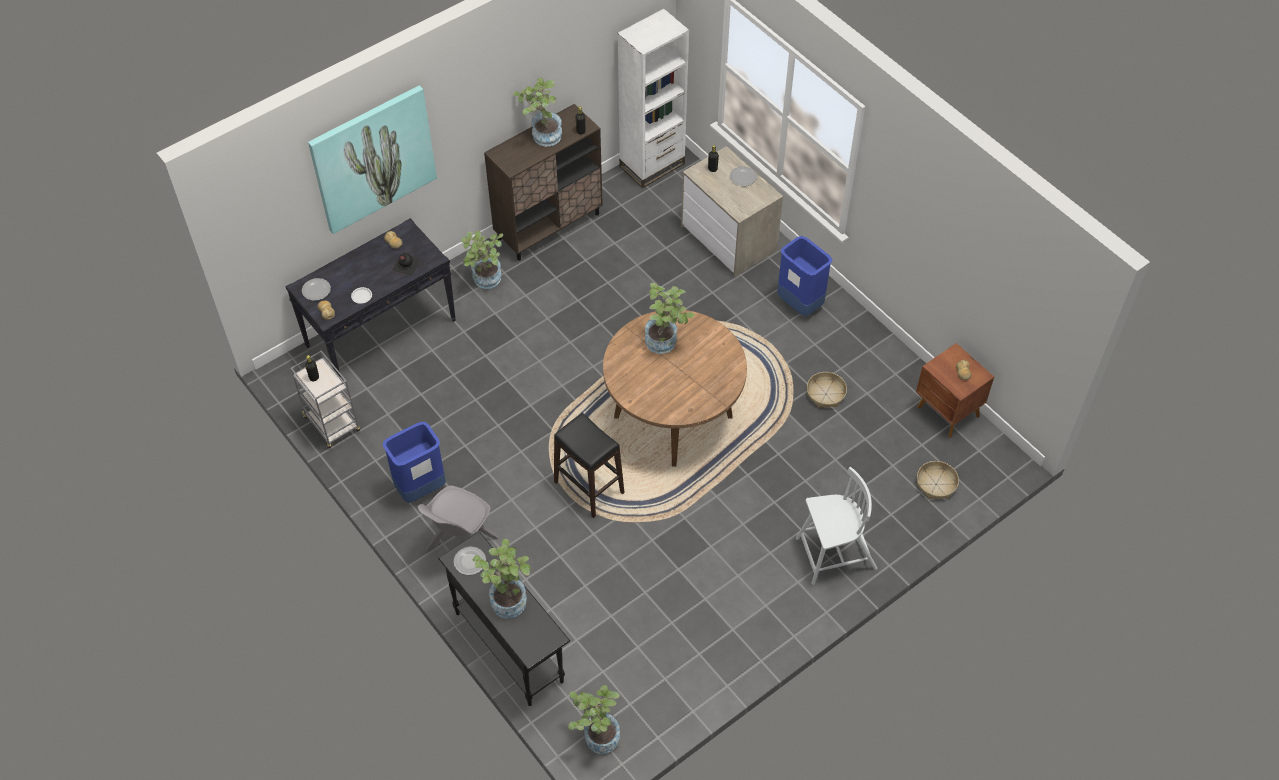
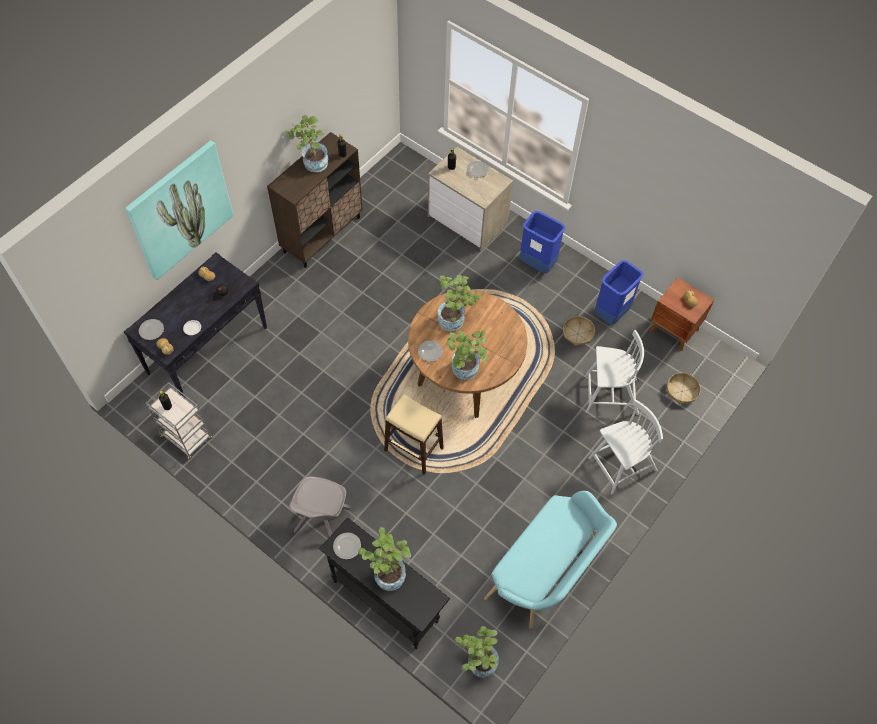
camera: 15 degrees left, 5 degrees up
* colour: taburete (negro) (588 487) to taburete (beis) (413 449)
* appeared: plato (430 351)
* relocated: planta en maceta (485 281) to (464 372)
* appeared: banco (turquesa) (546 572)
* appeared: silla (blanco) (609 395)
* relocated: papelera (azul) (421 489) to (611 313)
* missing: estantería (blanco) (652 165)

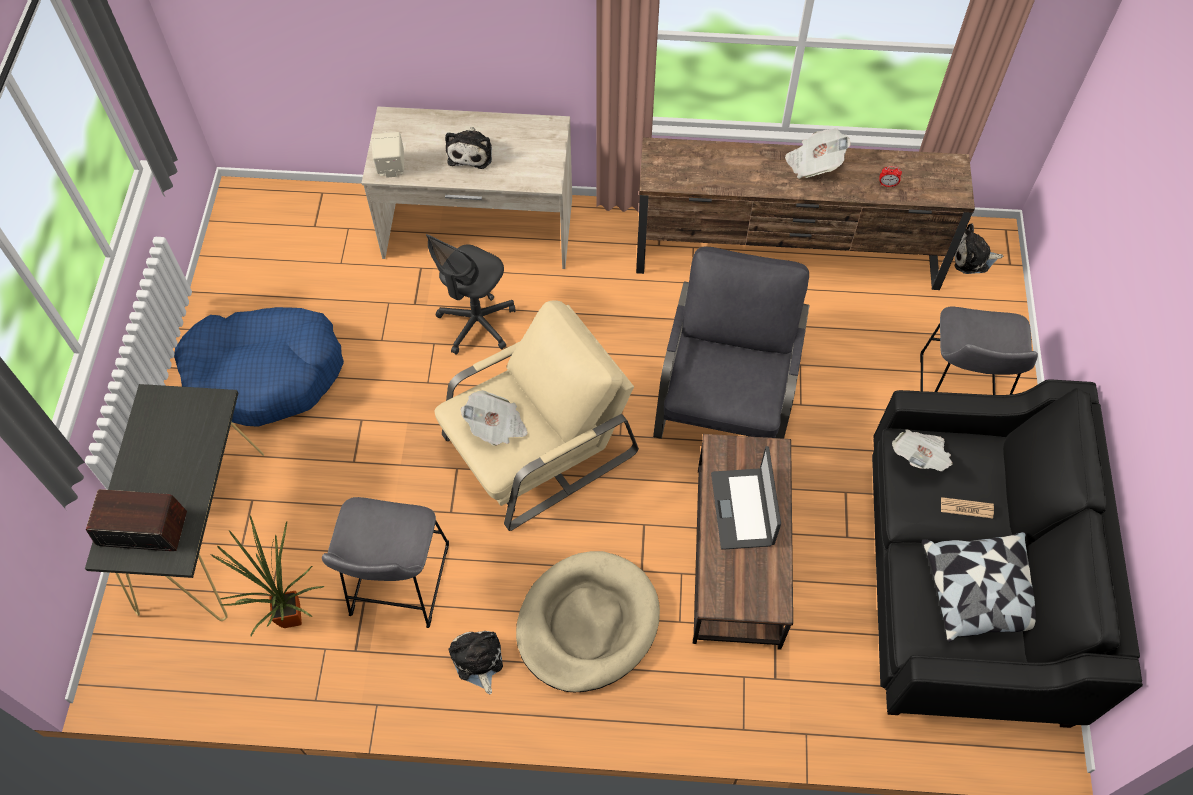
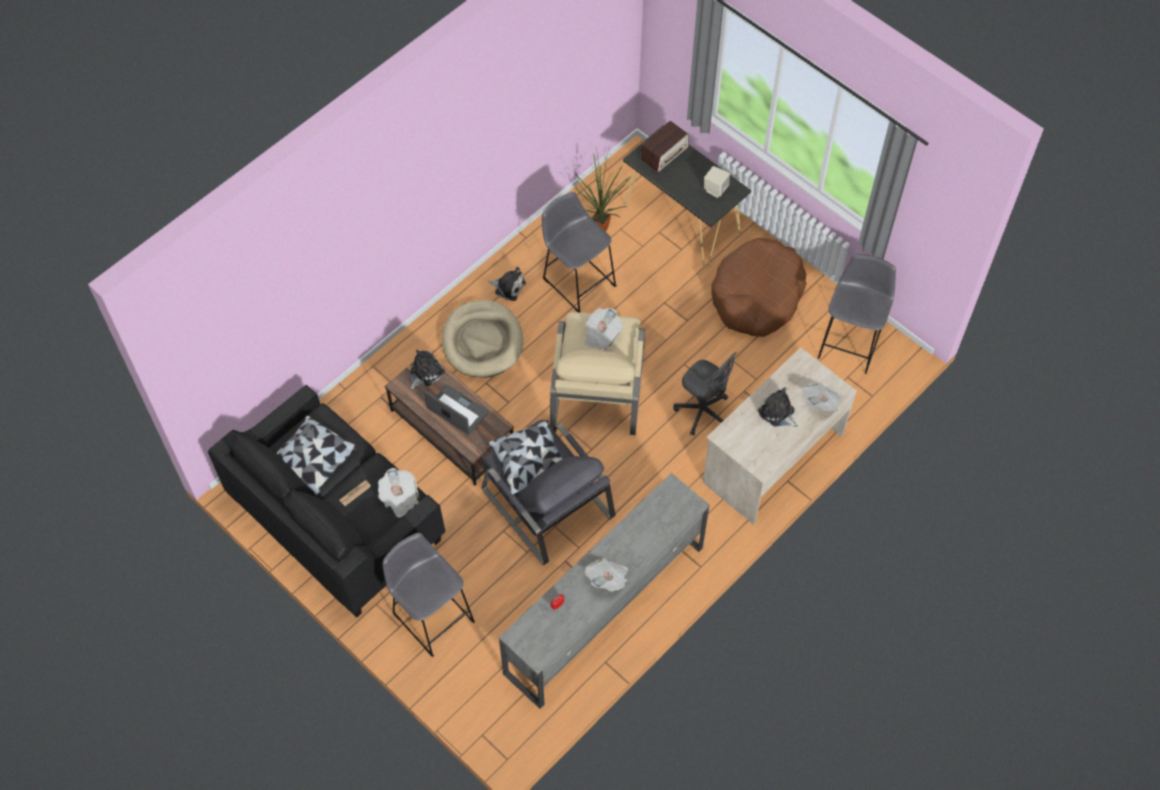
camera: 130 degrees right, 0 degrees up
* relocated: peluche (973 258) to (425 372)
* appeared: cojín (530 463)
* colour: mueble de televisión (marrón) (788 256) to mueble de televisión (gris) (603 610)
* spun: silla de oficina (gris) (476 324) = (702 411) 150 degrees clockwise
* relocated: altavoz (beis) (390 167) to (715 189)
* colour: cama para perro (azul) (265 373) to cama para perro (marrón) (757 296)
* appeared: periódico (822 402)
* appeared: taburete (gris) (851 341)

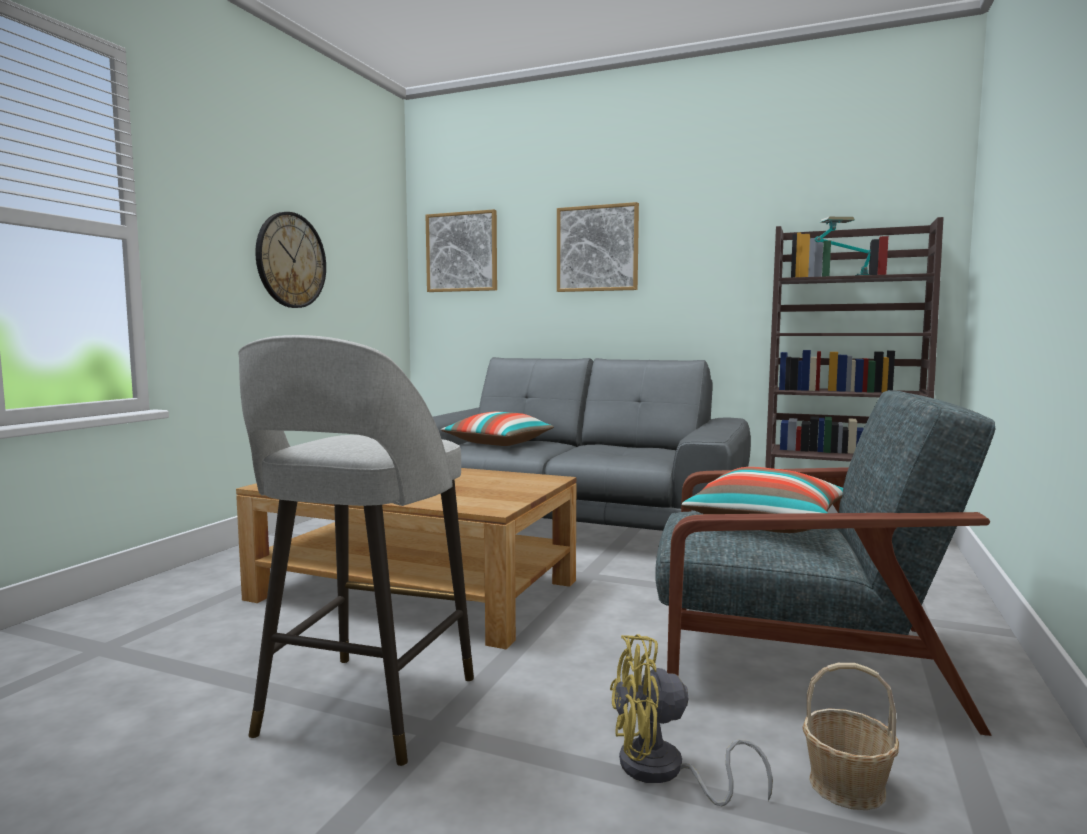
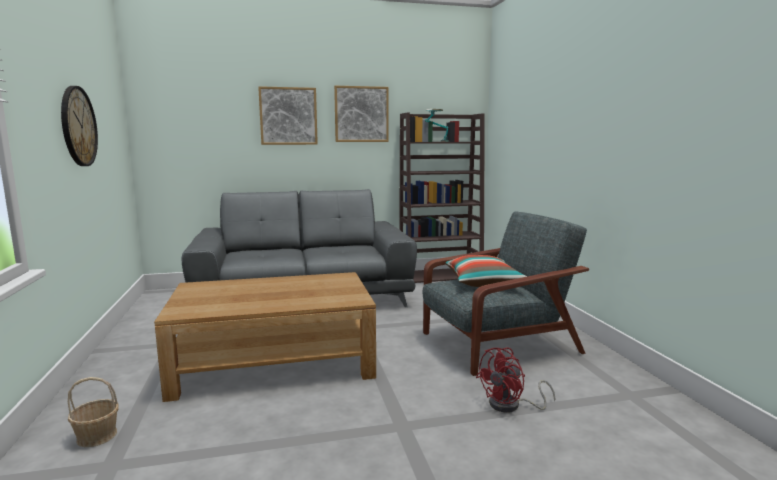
camera: 35 degrees left, 5 degrees up
* relocated: cesta (847 786) to (97 436)
* relocated: cuadro (462 252) to (361 114)
* colour: ventilador (amarillo) (663 772) to ventilador (rojo) (511 406)
* missing: taburete (gris) (365 709)
* missing: cojín (498 443)

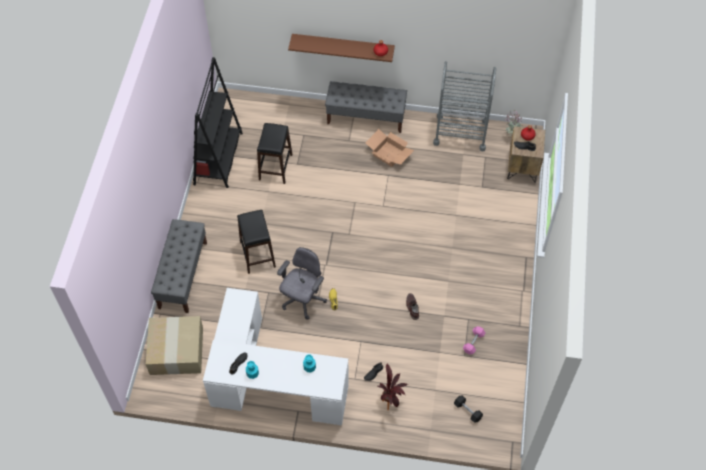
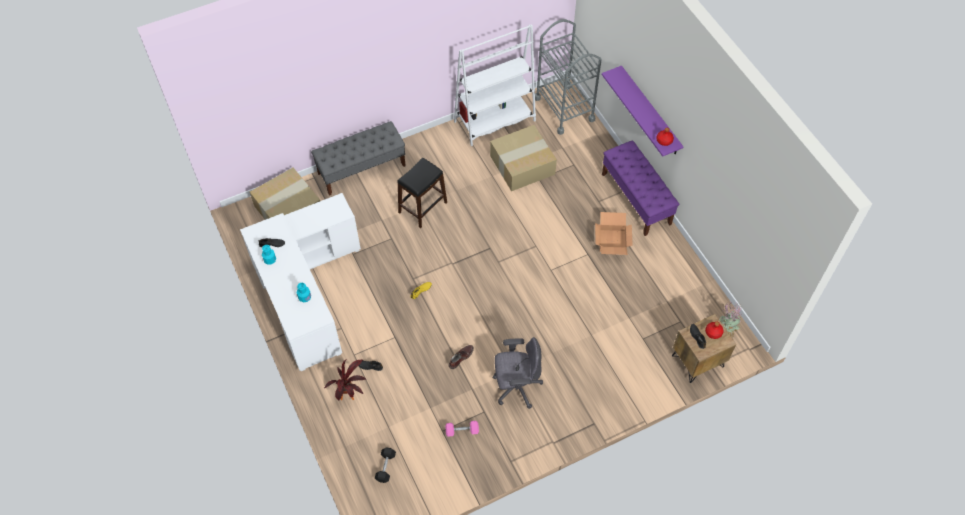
camera: 55 degrees right, 0 degrees up
* colour: estantería (negro) (218 158) to estantería (blanco) (495 121)
* exchanged: taburete (negro) (276 167) to caja de cartón (522 166)
* relocated: silla de oficina (gris) (303 300) to (516 387)
* relocated: carrito (gris) (460 132) to (564 109)
* colour: estante (marrón) (343 45) to estante (morado) (650 111)
* colour: banco (gris) (366 117) to banco (morado) (636 199)

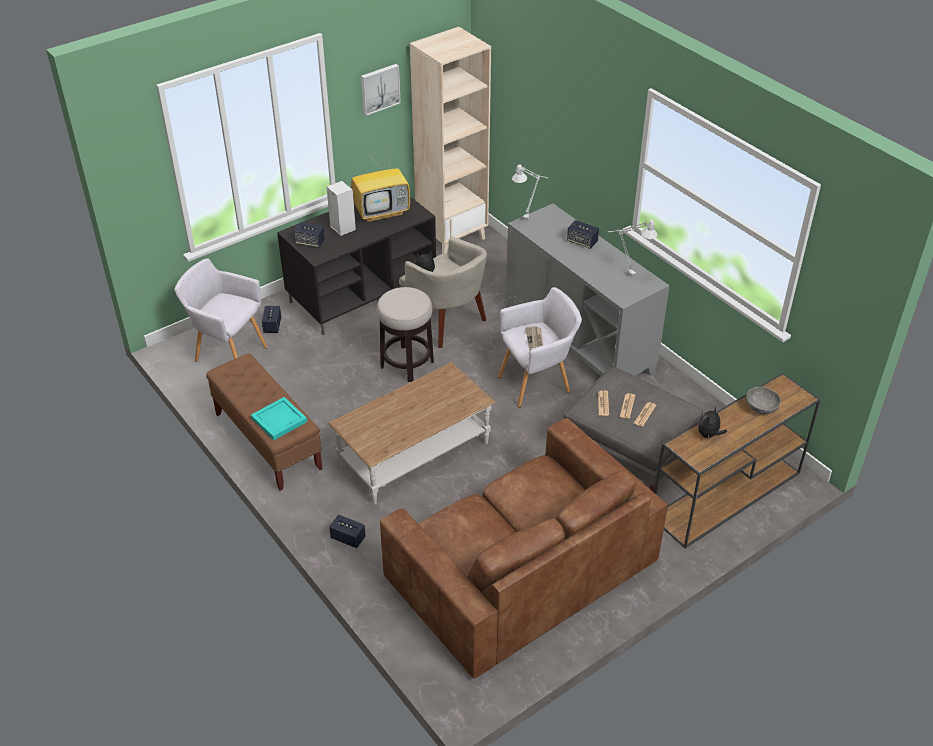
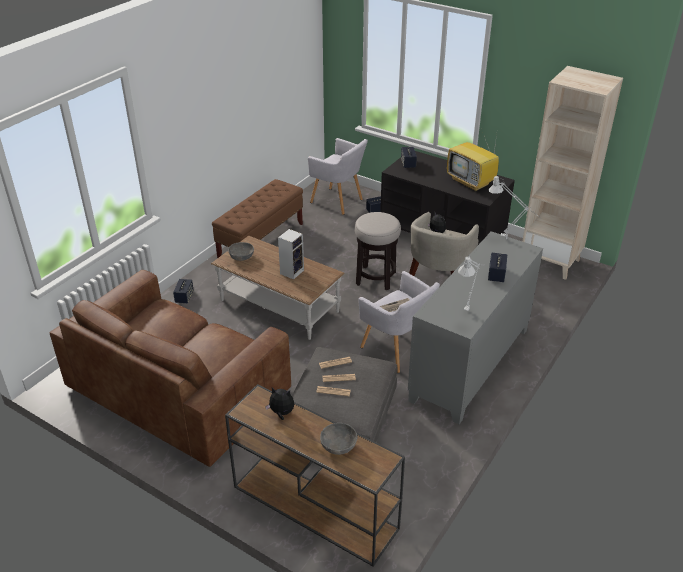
camera: 70 degrees right, 5 degrees down
* appeared: cuenco (gris) (241 257)
* relocated: altavoz (342 228) to (292 271)
* spun: sillón (gris) (228 352) = (338 202) 120 degrees clockwise
* missing: bandeja (turquesa) (278 420)
* missing: cuadro (379 88)

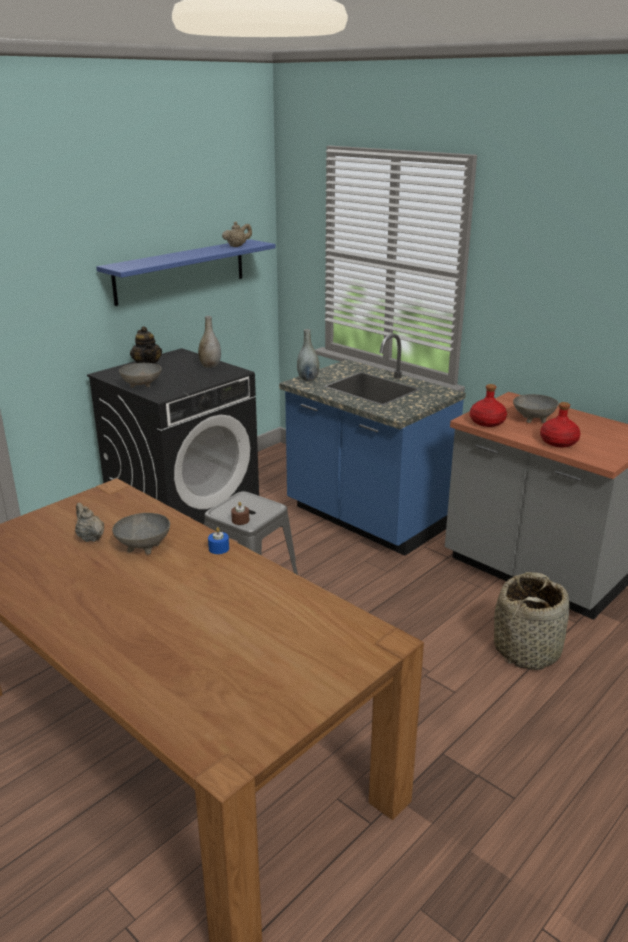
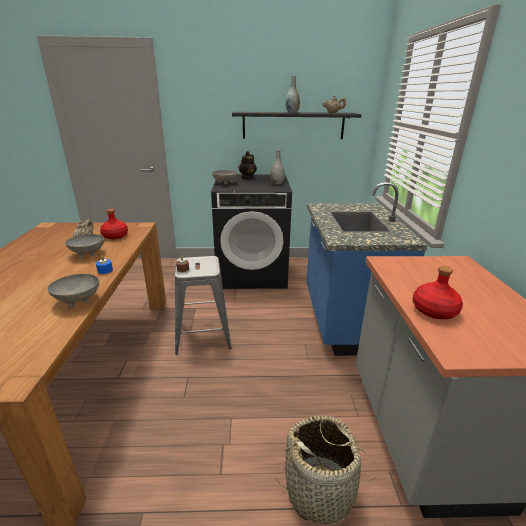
camera: 45 degrees right, 0 degrees up
* relocated: cuenco (gris) (533 419) to (79 300)
* relocated: botella (rojo) (487 422) to (115 236)
* colour: estante (azul) (180 271) to estante (negro) (293 125)
* relocated: florero (gris) (308 379) to (292 112)

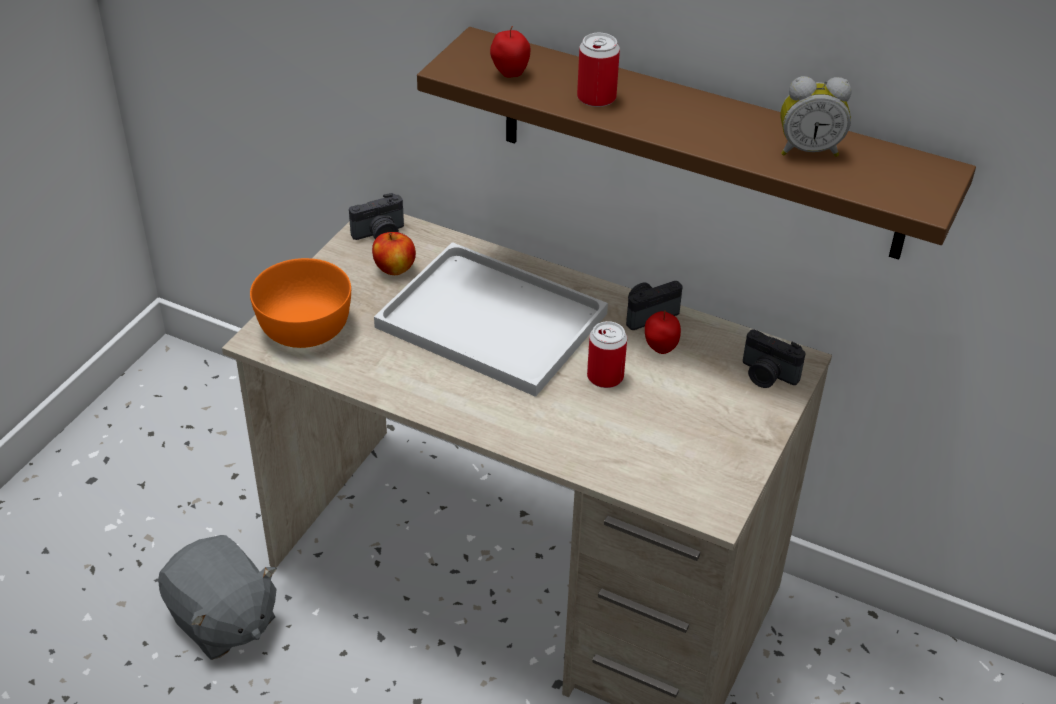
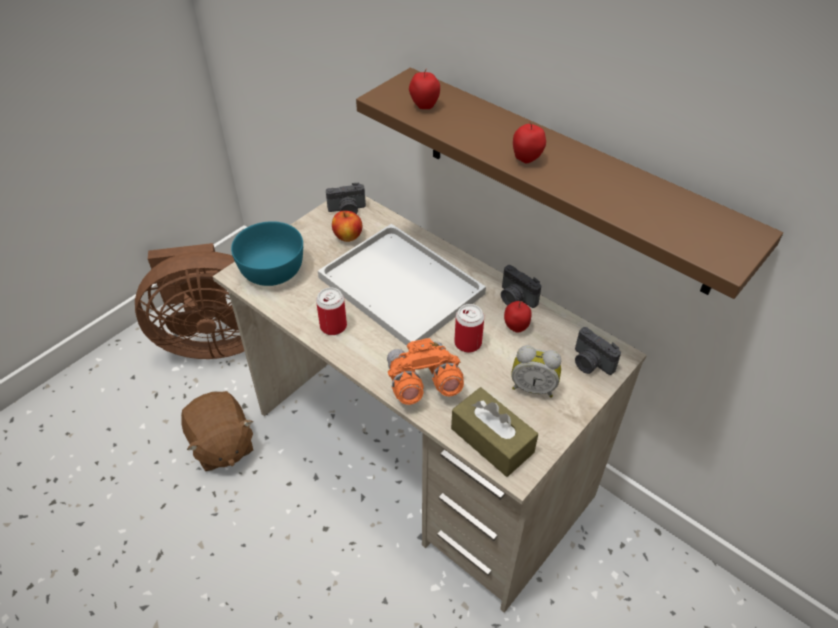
camera: 15 degrees right, 5 degrees up
* appeared: ventilador (marrón) (215 339)
* colour: peluche (gris) (222 620) to peluche (marrón) (221 445)
* colour: cuenco (naranja) (304 325) to cuenco (turquesa) (272 269)
* relocated: lata (596 98) to (333 326)
* appeared: prismáticos (naranja) (422 384)
* appeared: caja de pañuelos (marrón) (492 440)
* spun: cámara (648 313) = (515 298) 120 degrees counterclockwise
* relocated: despertador (808 150) to (533 387)
* appeared: manzana (526 160)

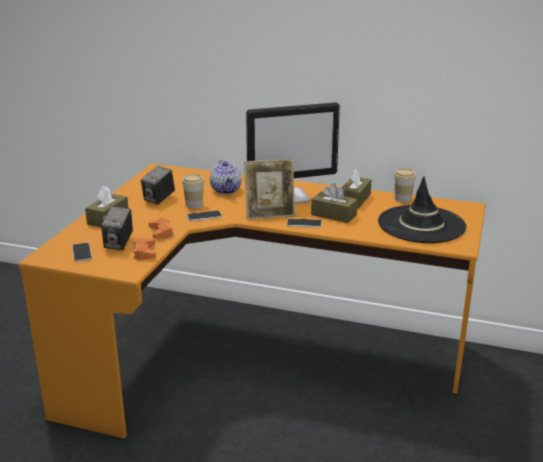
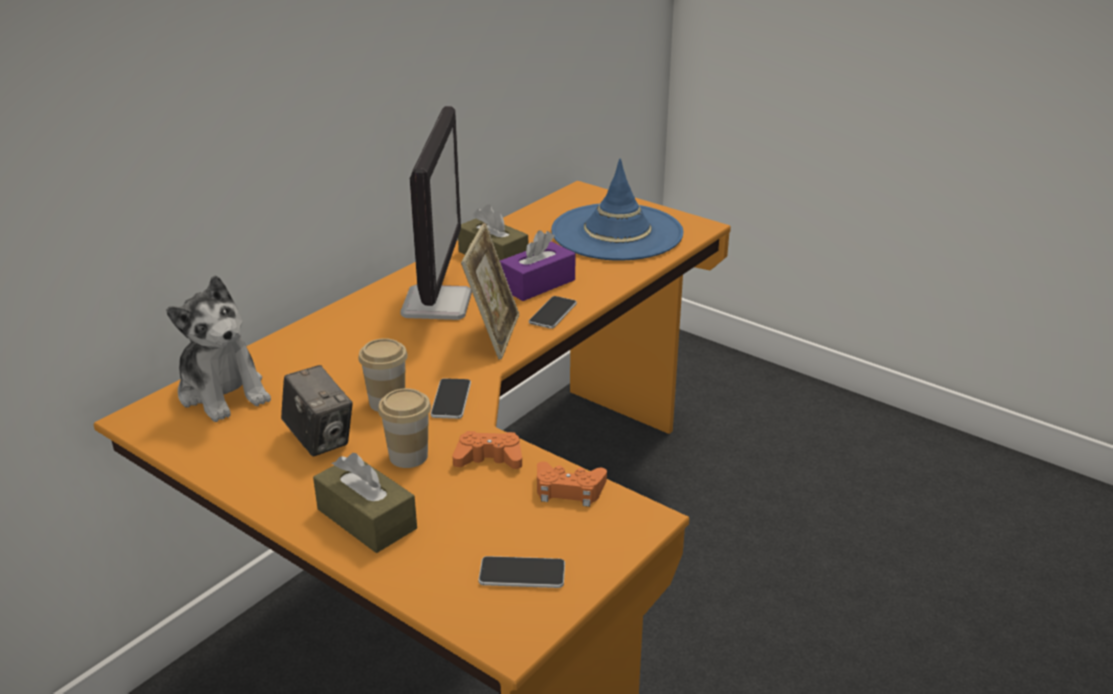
camera: 70 degrees left, 5 degrees up
* appeared: peluche (223 392)
* relocated: taza (403 199) to (408 456)
* colour: caja de pañuelos (marrón) (333 215) to caja de pañuelos (morado) (537 284)
* colour: sombrero (negro) (421 225) to sombrero (azul) (617 233)
* missing: cámara (119 244)
* missing: tetera (226 190)

